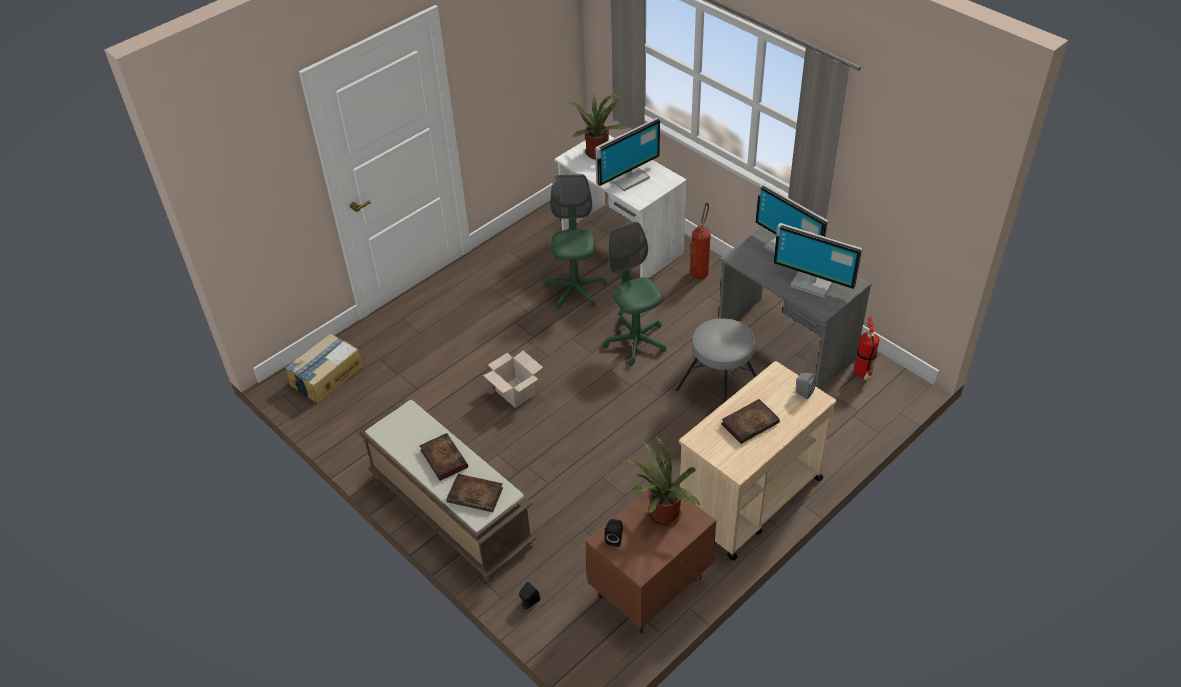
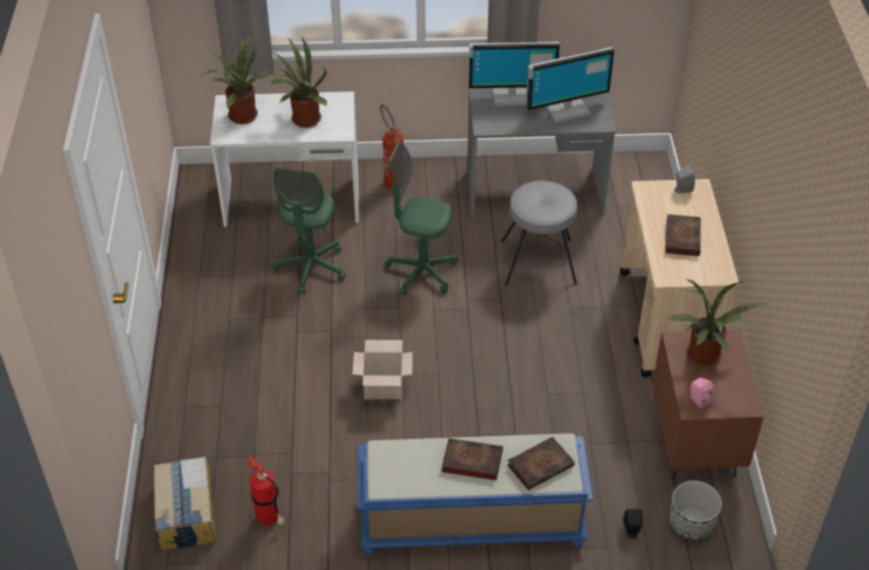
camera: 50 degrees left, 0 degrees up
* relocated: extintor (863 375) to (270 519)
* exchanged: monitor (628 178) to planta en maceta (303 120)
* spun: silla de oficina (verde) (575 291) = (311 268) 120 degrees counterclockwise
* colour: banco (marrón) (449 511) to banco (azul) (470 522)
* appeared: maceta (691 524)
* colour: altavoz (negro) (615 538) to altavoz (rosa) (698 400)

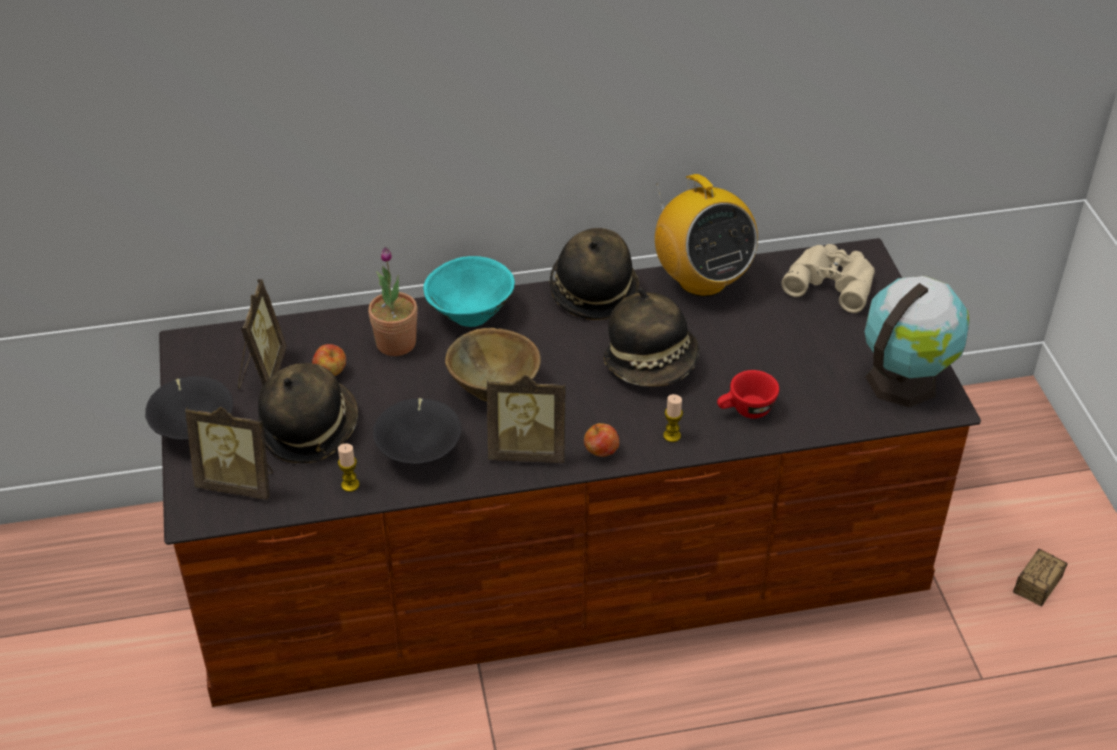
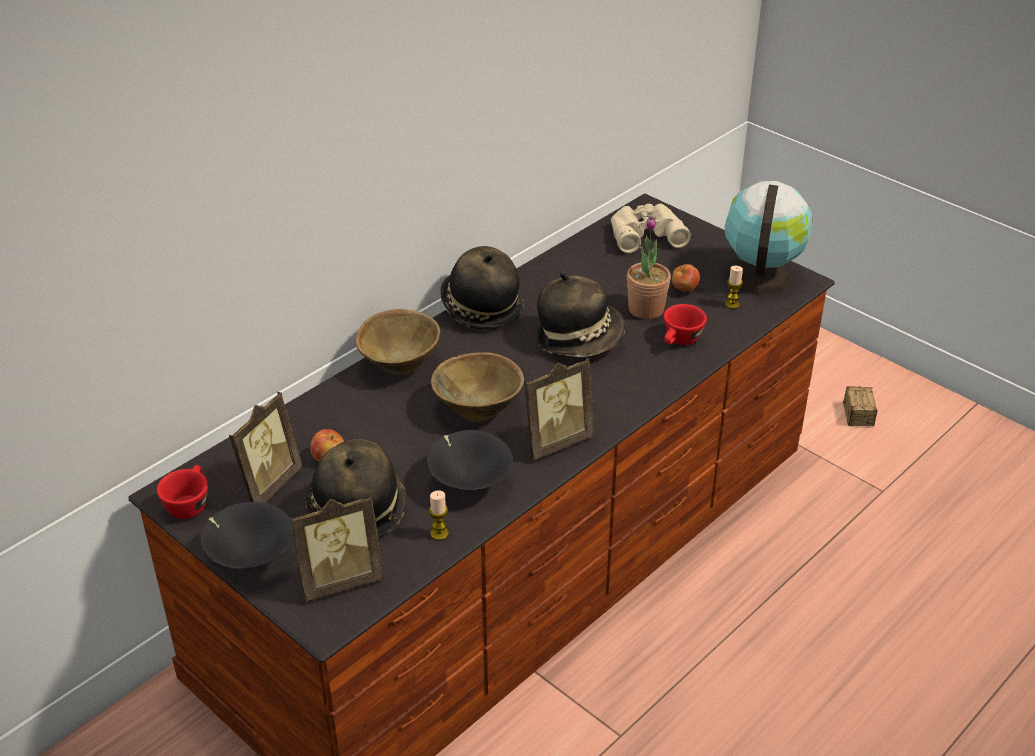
camera: 35 degrees left, 5 degrees down
* appeared: taza (rojo) (189 503)
* spun: portarretratos (262 372) = (265 485) 60 degrees clockwise
* colour: cuenco (turquesa) (471 313) to cuenco (marrón) (400 363)
* relocated: planta en maceta (396 343) to (646 309)
* relocated: manzana (601 452) to (684 290)
* relocated: vela (672 436) to (732 304)
* missing: radio (701 280)

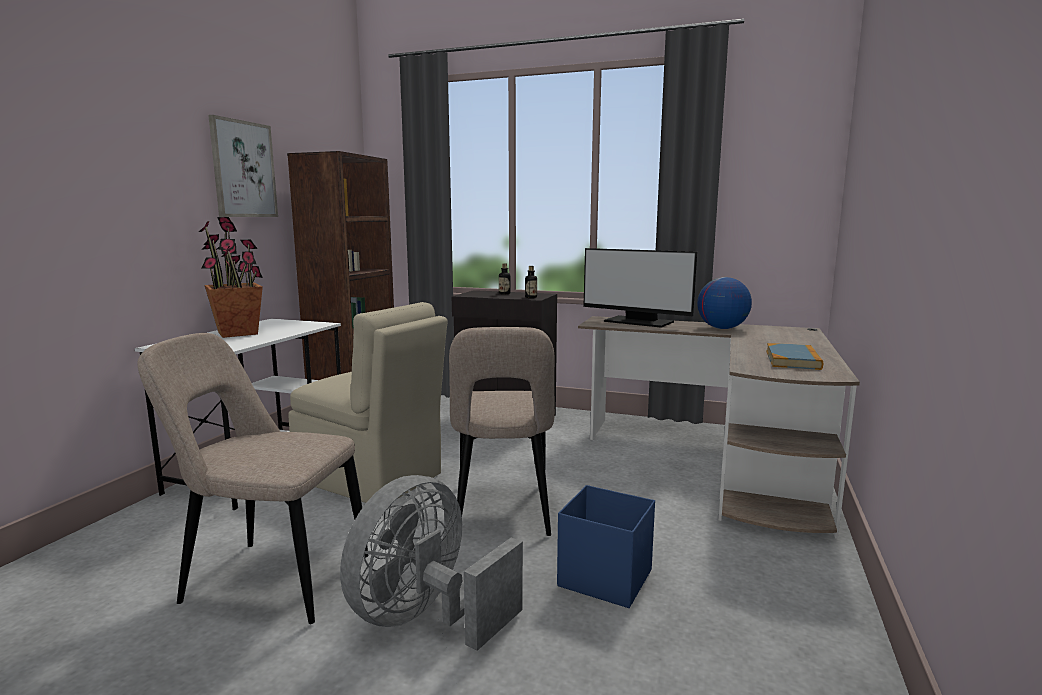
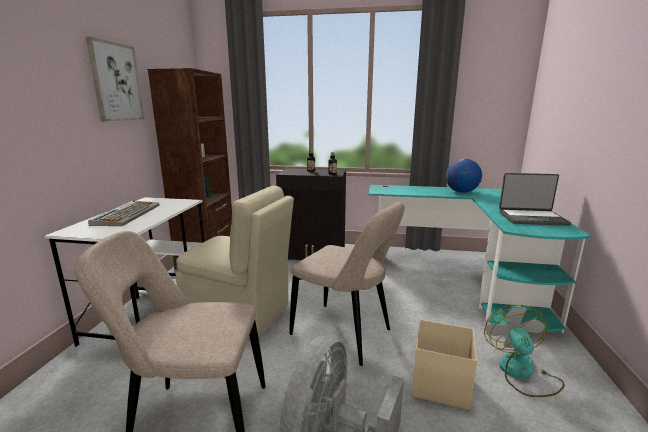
camera: 10 degrees left, 5 degrees up
* exchanged: planta en maceta (238 333) to teclado (127 214)
* spun: silla (beis) (502 512) = (345 334) 45 degrees counterclockwise
* colour: escritorio (marrón) (723 462) to escritorio (turquesa) (465 278)
* colour: caja de almacenaje (azul) (604 578) to caja de almacenaje (beis) (439 384)
* appeared: ventilador (521 373)
* exchanged: libro (792 360) to portátil (531 218)
* missing: monitor (638 322)

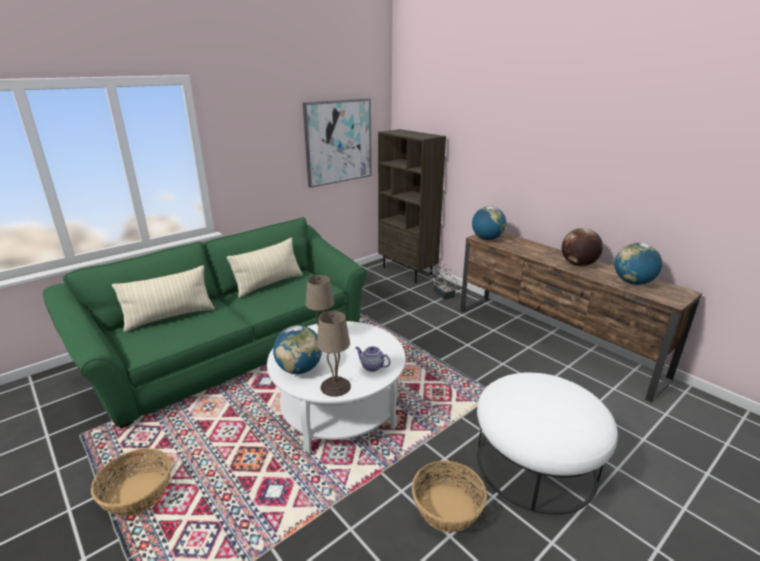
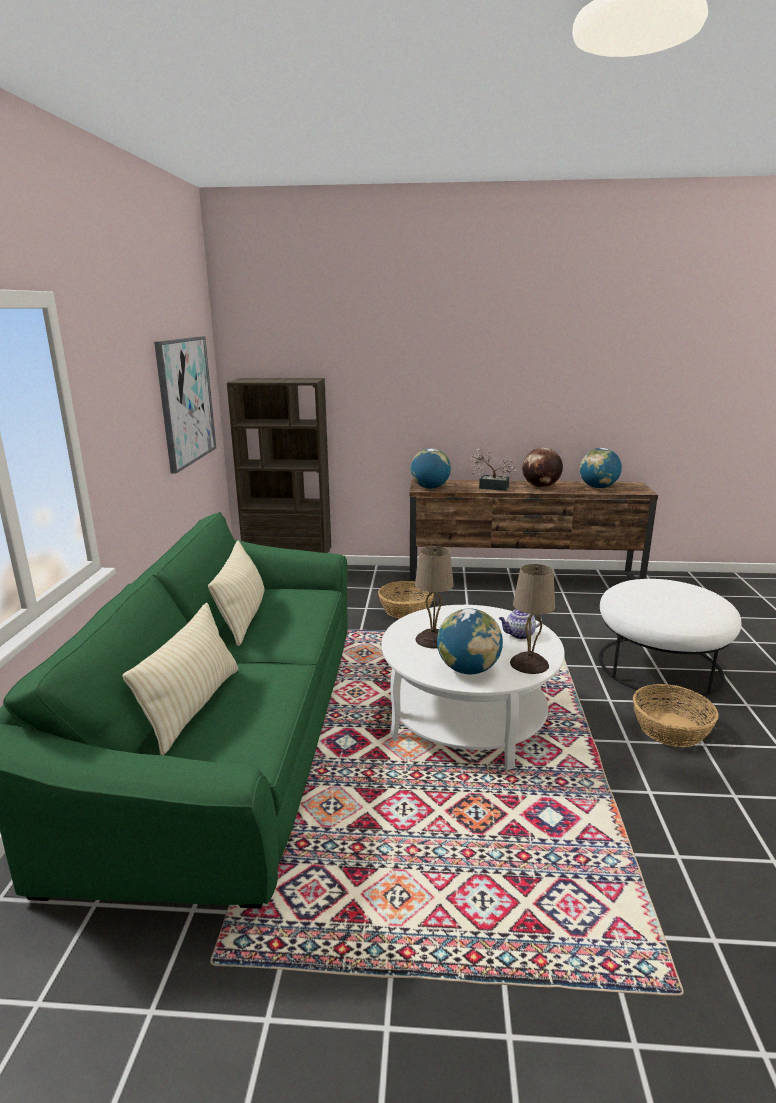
camera: 45 degrees left, 5 degrees down
* relocated: cesta (138 493) to (405 610)
* relocated: planta en maceta (443 293) to (490 487)

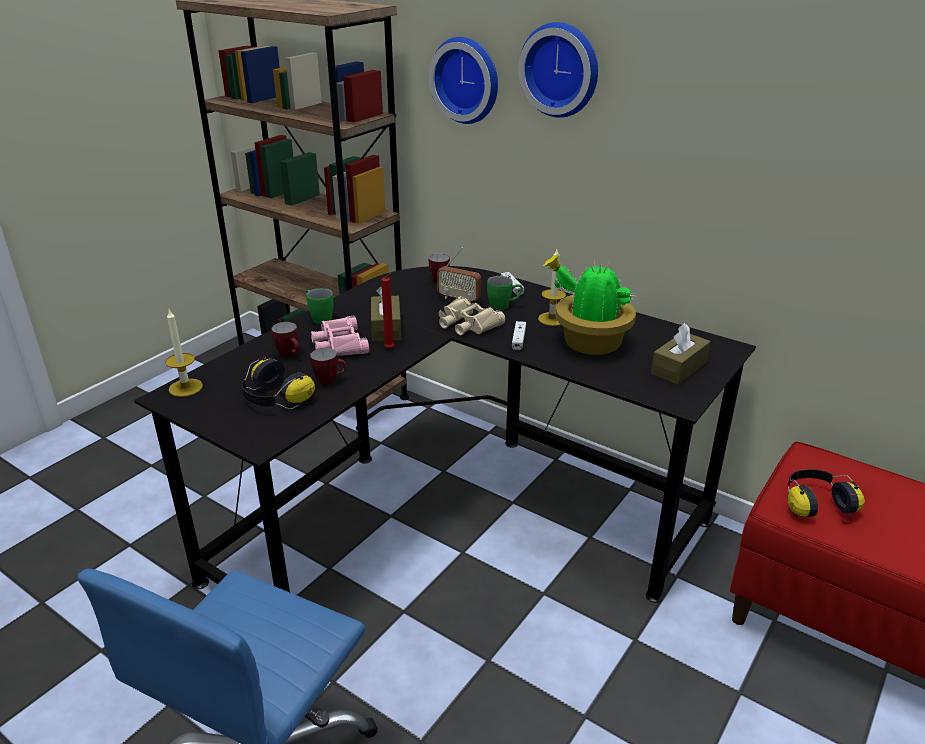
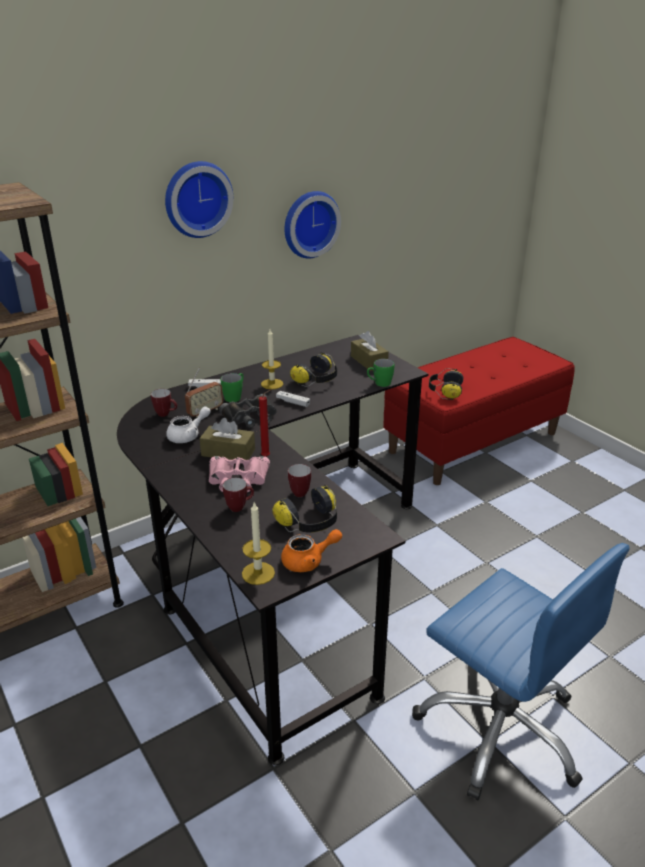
camera: 70 degrees left, 0 degrees up
* appeared: tetera (blanco) (188 436)
* colour: prismáticos (beis) (467 323) to prismáticos (negro) (251 417)
* appeared: tetera (naranja) (308 561)
* relocated: reloj de pared (467 80) to (309 223)
* exchanged: planta en maceta (589 343) to auriculares (317 380)
* relocated: taza grande (verde) (318 317) to (379 384)

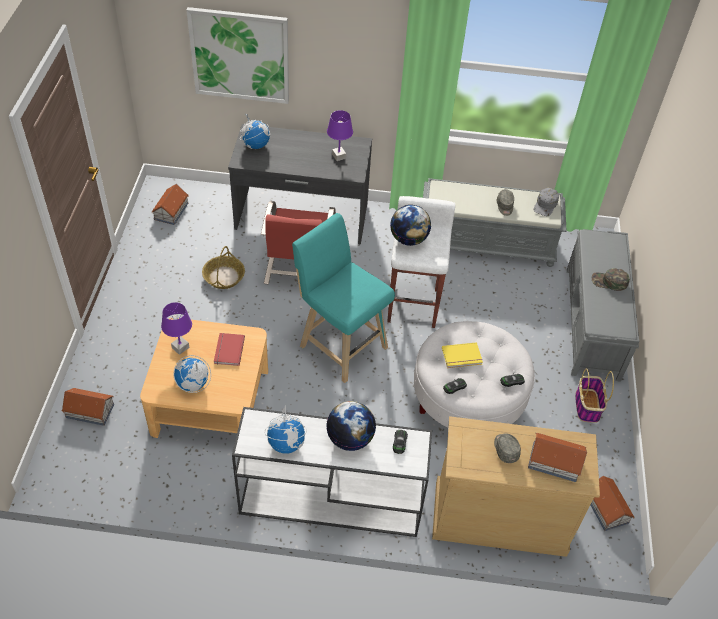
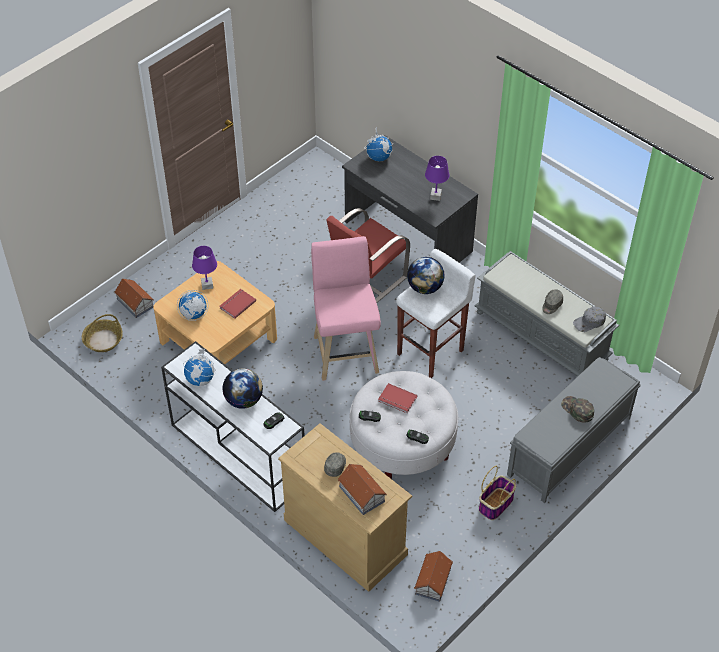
camera: 40 degrees right, 0 degrees up
* relocated: cesta (224 276) to (103 340)
* colour: taburete (turquesa) (340 344) to taburete (rosa) (345 351)
* colour: libro (amarillo) (462 357) to libro (rojo) (397 400)
* missing: casita (171 211)
* missing: cuadro (240 55)

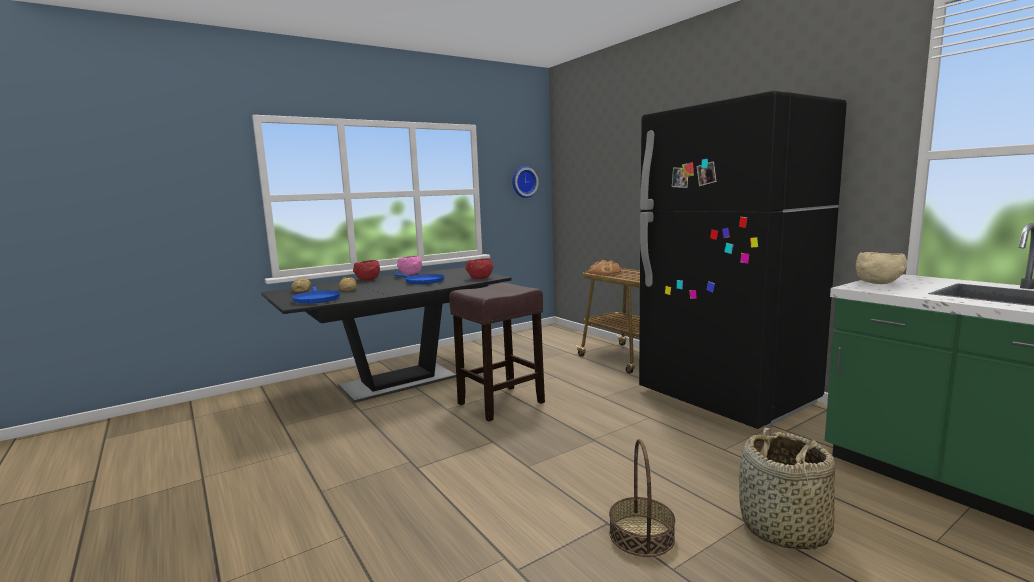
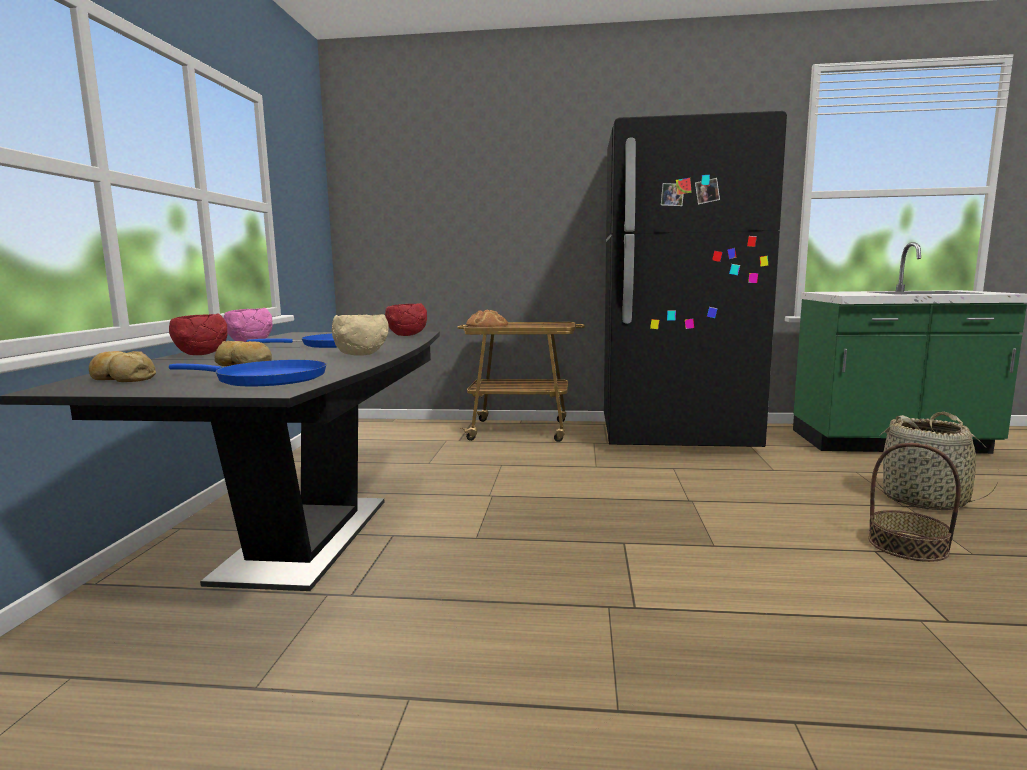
camera: 50 degrees left, 0 degrees up
* relocated: cuenco (beis) (878 283) to (361 355)
* missing: taburete (marrón) (500 403)
* missing: reloj de pared (523 182)

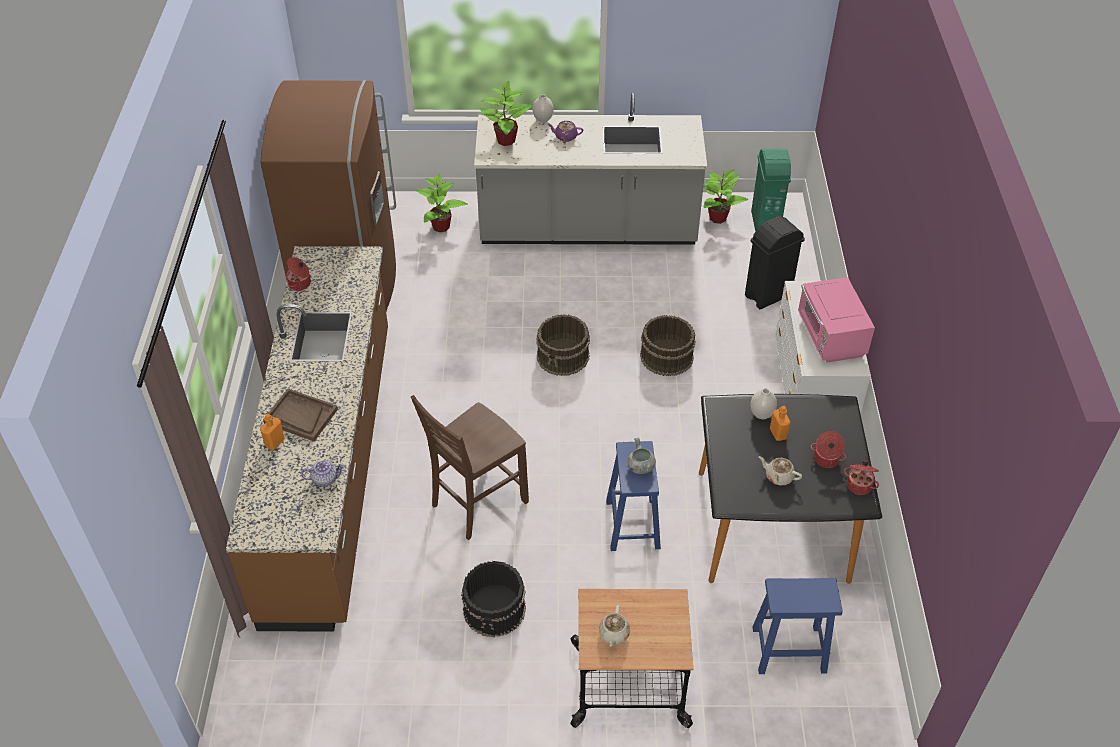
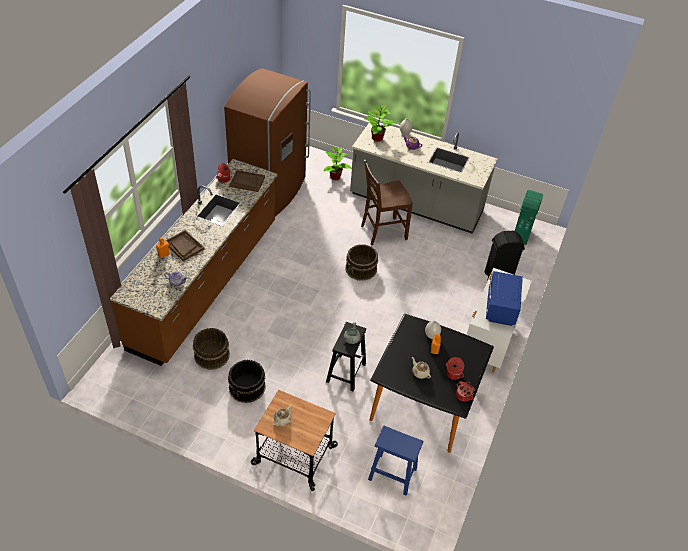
camera: 20 degrees right, 0 degrees up
* relocated: cubo (marrón) (666 357) to (211 355)
* appeared: bandeja (marrón) (247 182)
* colour: taburete (azul) (632 523) to taburete (negro) (346 372)
* relocated: silla (marrón) (476 503) to (382 232)
* colour: microondas (rosa) (830 337) to microondas (azul) (500 308)
* missing: planta en maceta (718 218)

